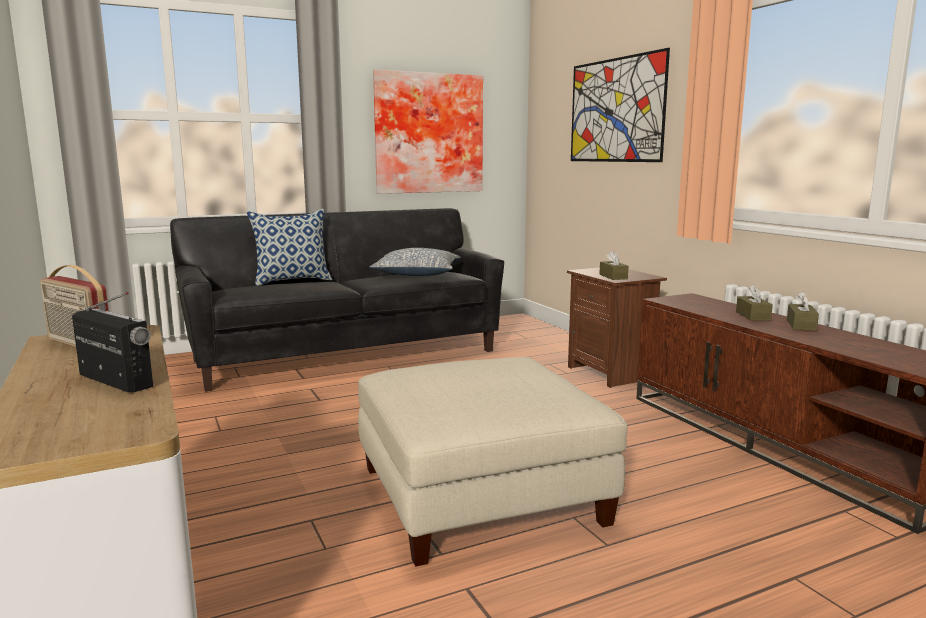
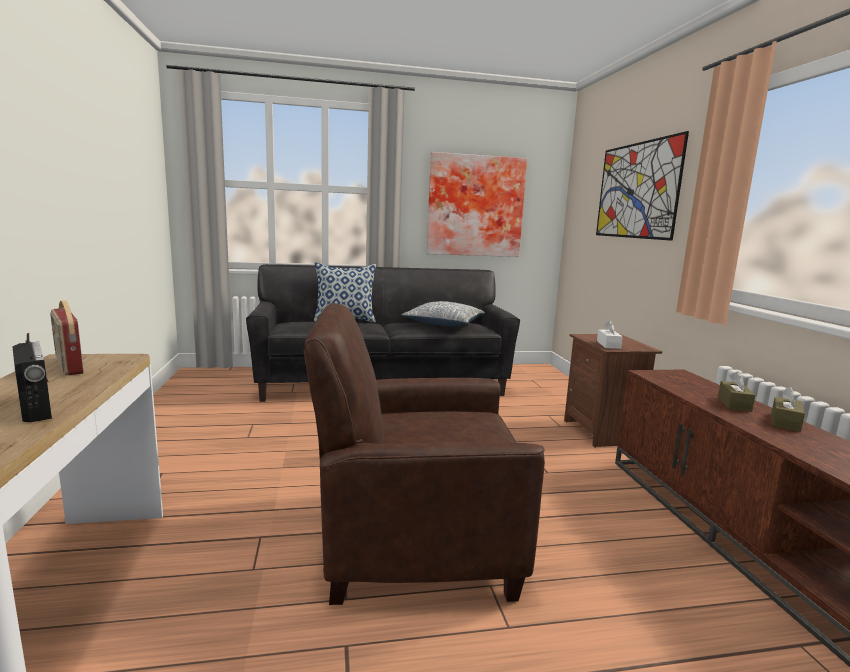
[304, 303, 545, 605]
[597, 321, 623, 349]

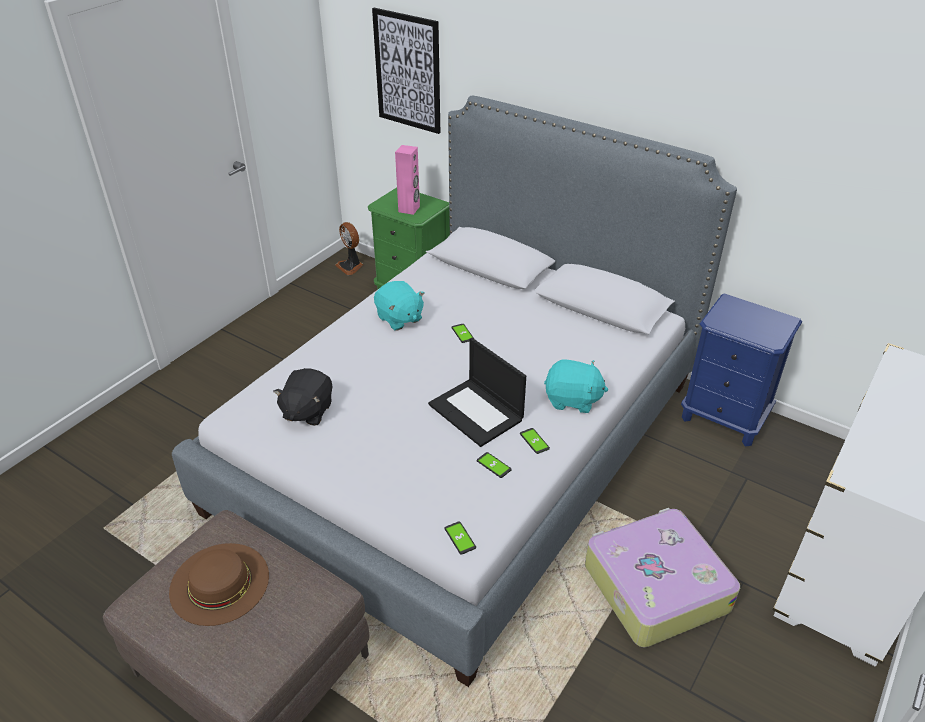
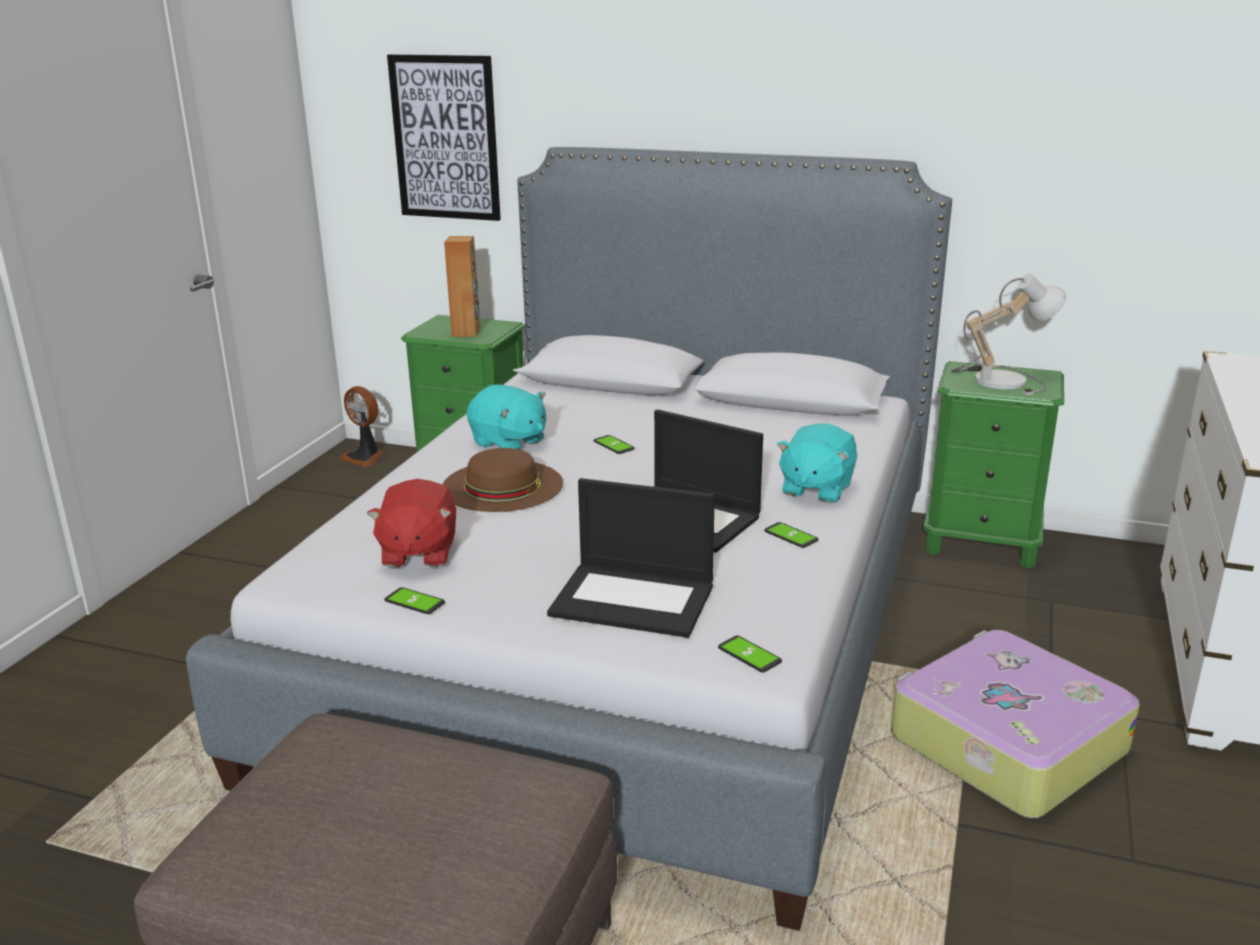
[367, 479, 456, 567]
[384, 587, 445, 614]
[442, 448, 563, 512]
[444, 236, 480, 337]
[547, 478, 715, 638]
[776, 423, 857, 503]
[923, 361, 1064, 569]
[951, 274, 1066, 395]

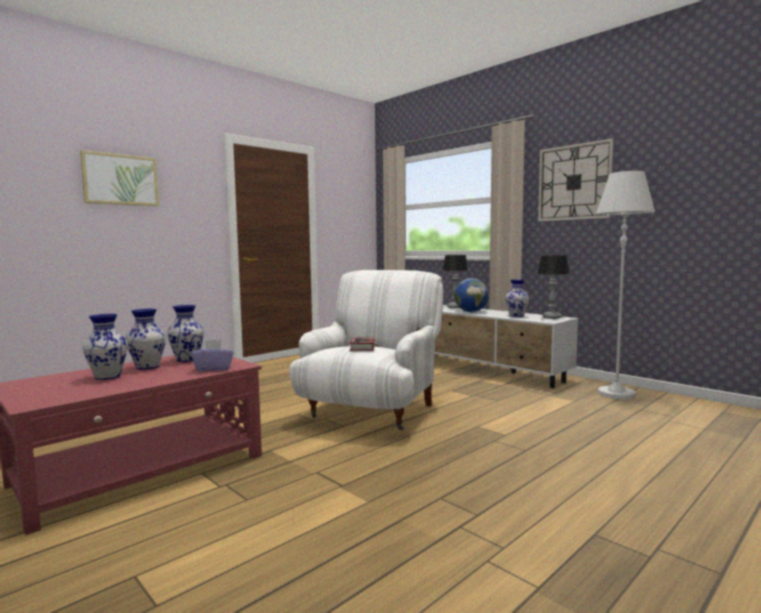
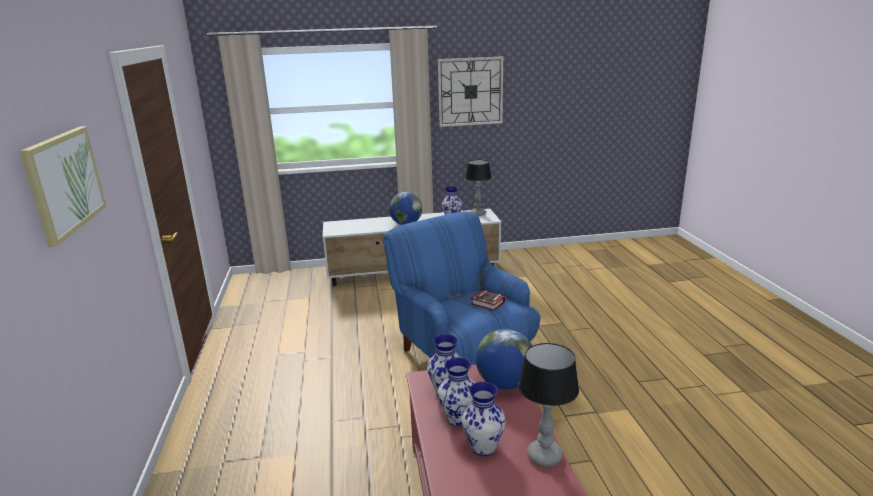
[383, 212, 541, 365]
[476, 329, 532, 390]
[518, 343, 579, 467]
[596, 171, 655, 399] (first image)

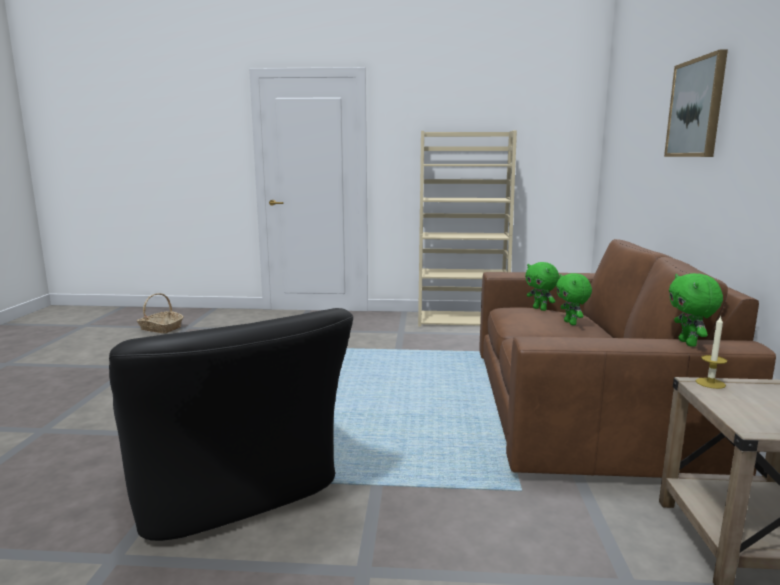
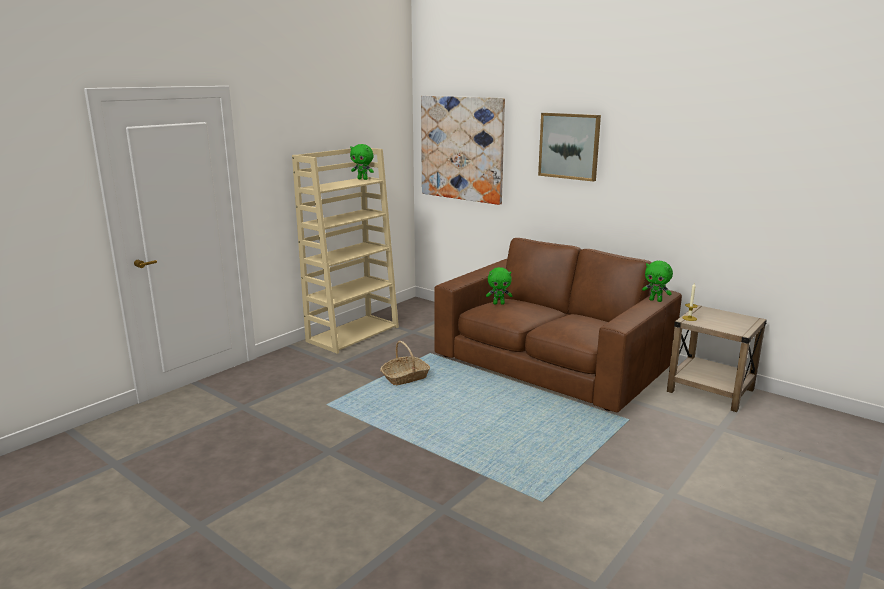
[350, 144, 374, 180]
[380, 341, 430, 385]
[421, 96, 505, 205]
[109, 308, 353, 541] (first image)

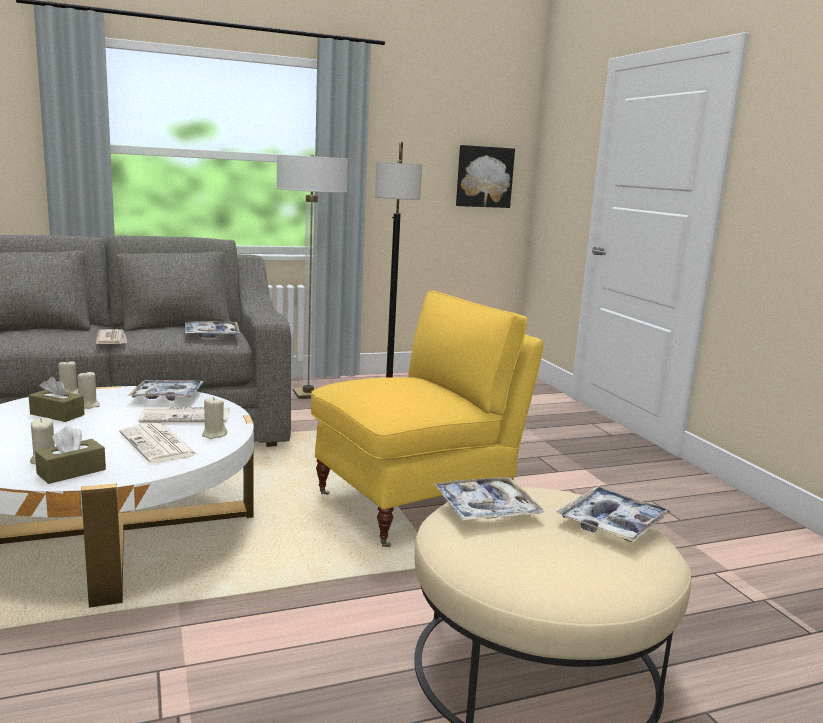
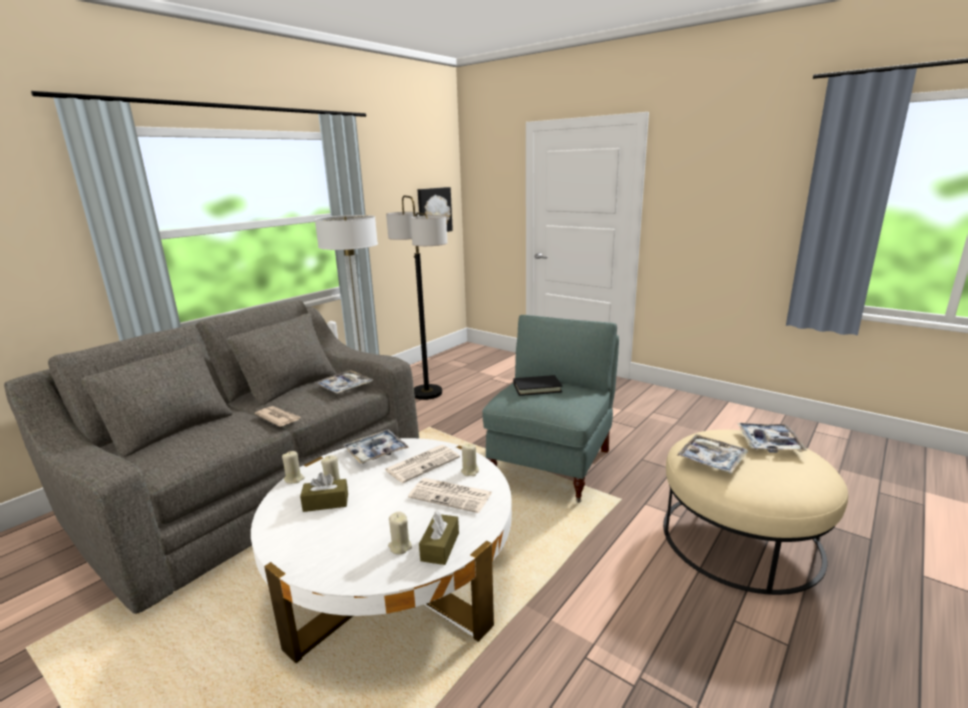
[482, 315, 619, 503]
[513, 375, 562, 396]

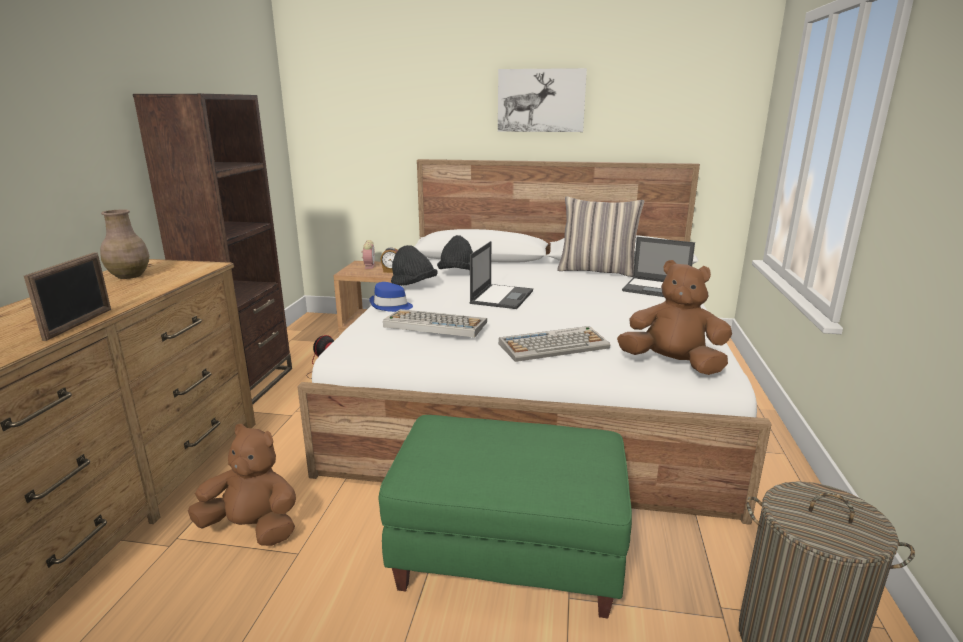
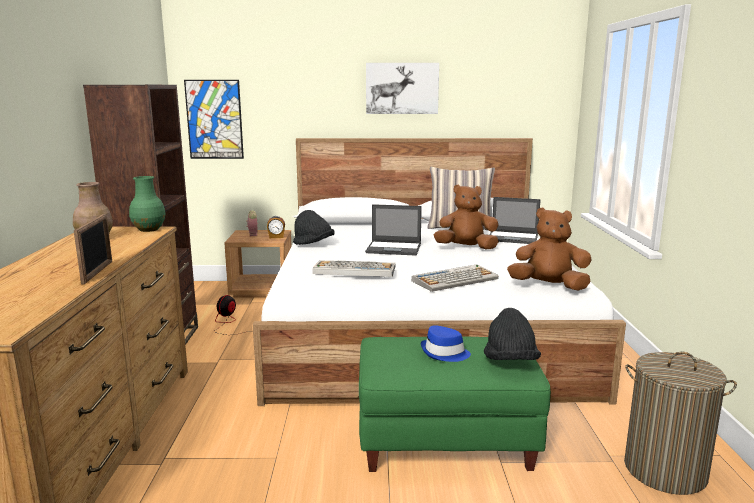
[129, 176, 166, 232]
[184, 80, 244, 159]
[365, 204, 422, 256]
[421, 325, 471, 362]
[434, 184, 499, 250]
[484, 308, 541, 360]

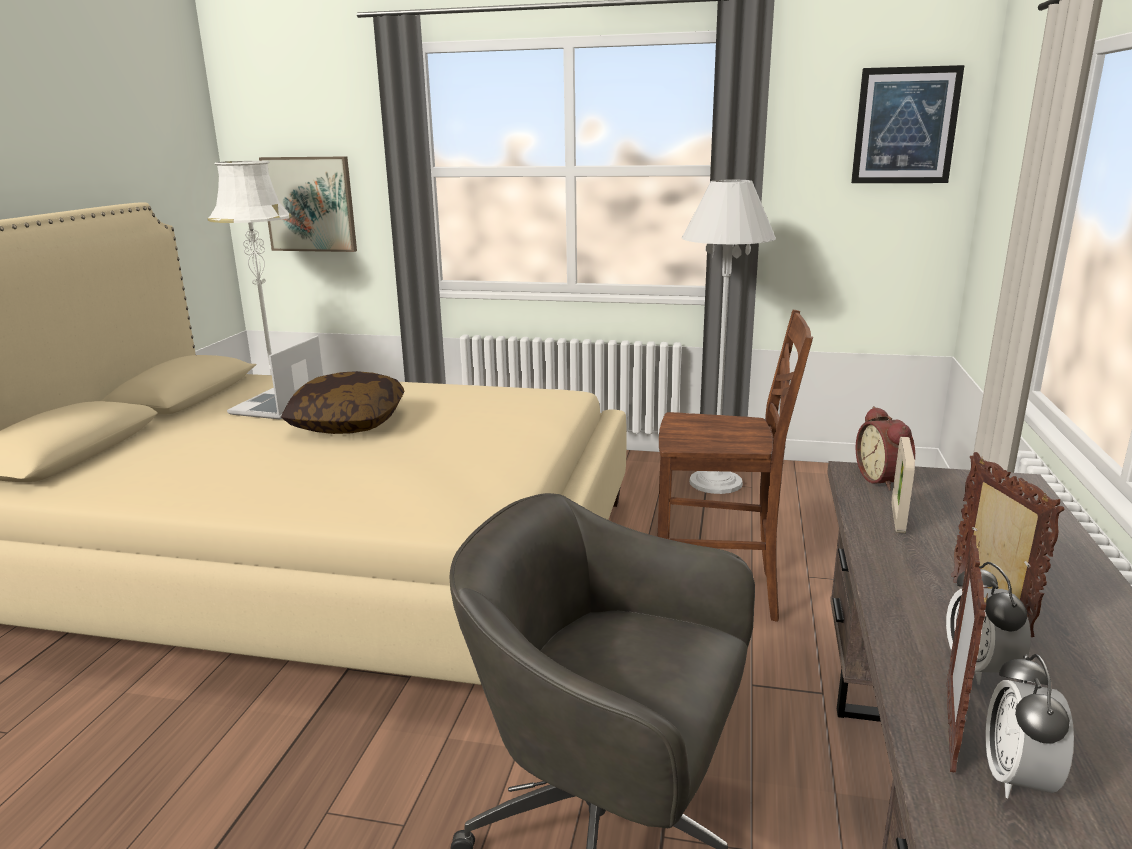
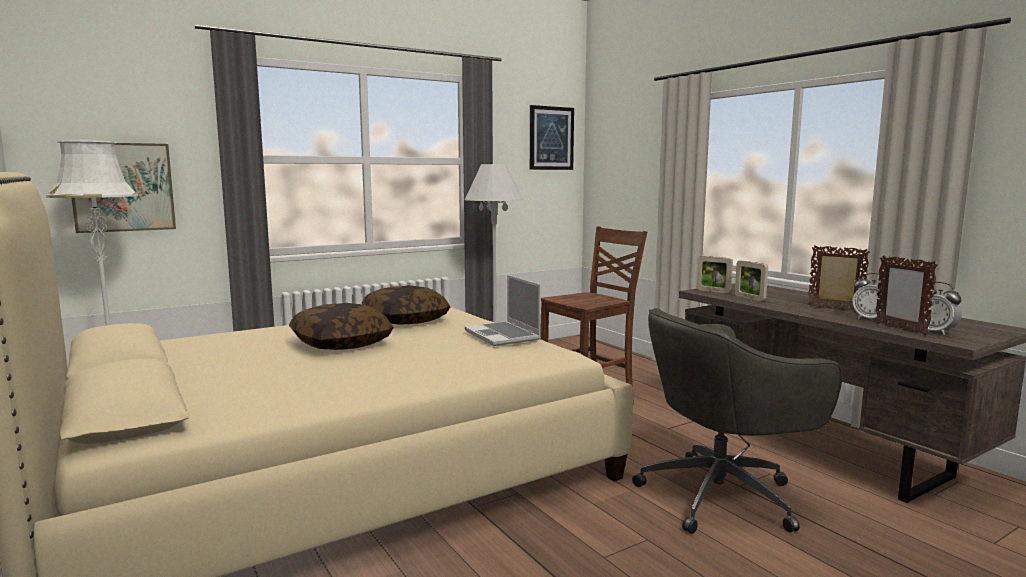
[362, 285, 451, 324]
[465, 275, 541, 346]
[696, 256, 733, 293]

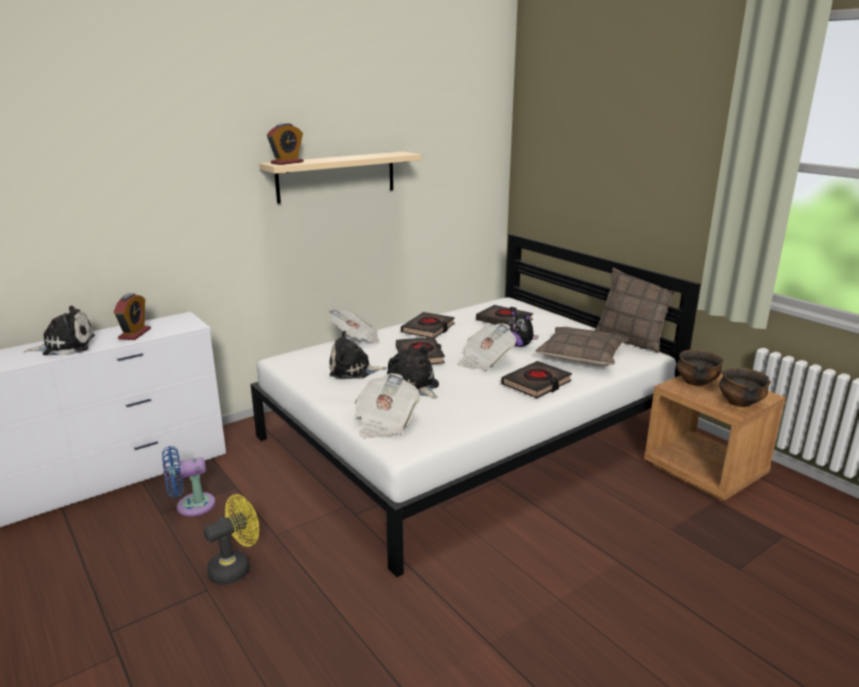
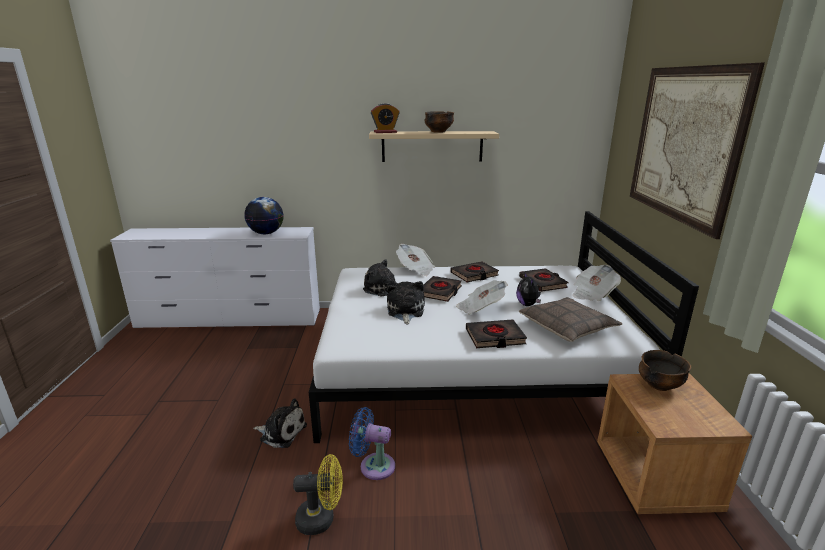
[244, 197, 284, 234]
[253, 398, 307, 448]
[293, 454, 343, 535]
[349, 407, 395, 480]
[424, 111, 454, 133]
[573, 265, 621, 301]
[630, 63, 765, 239]
[595, 268, 675, 353] (first image)

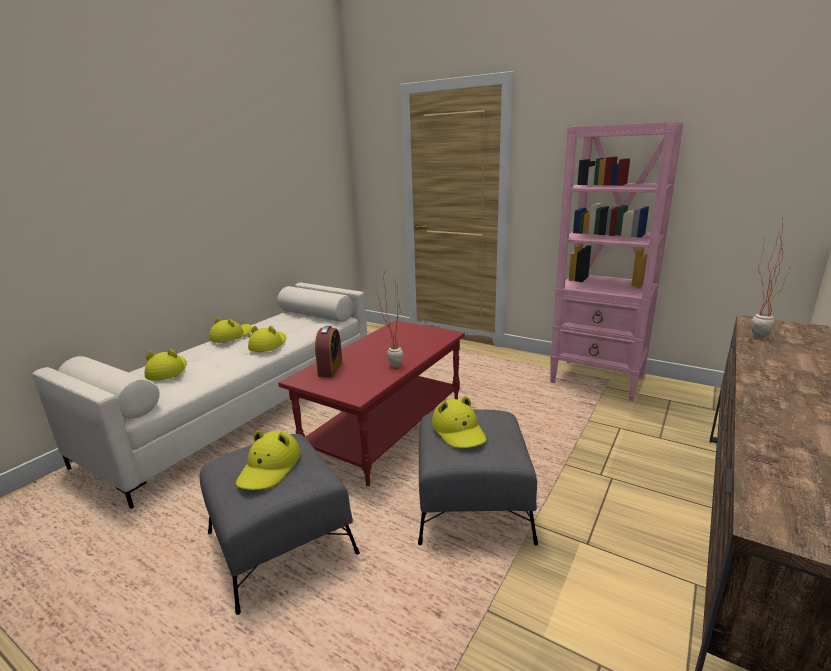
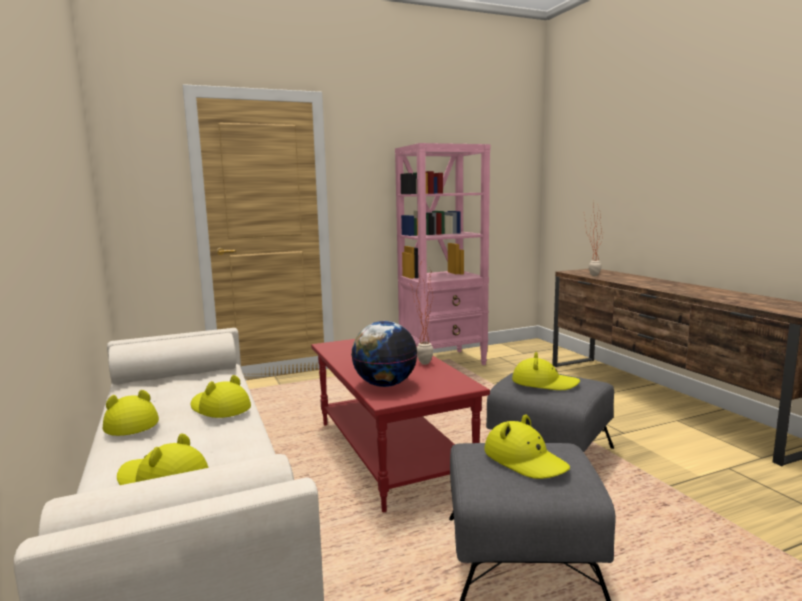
[351, 321, 417, 387]

